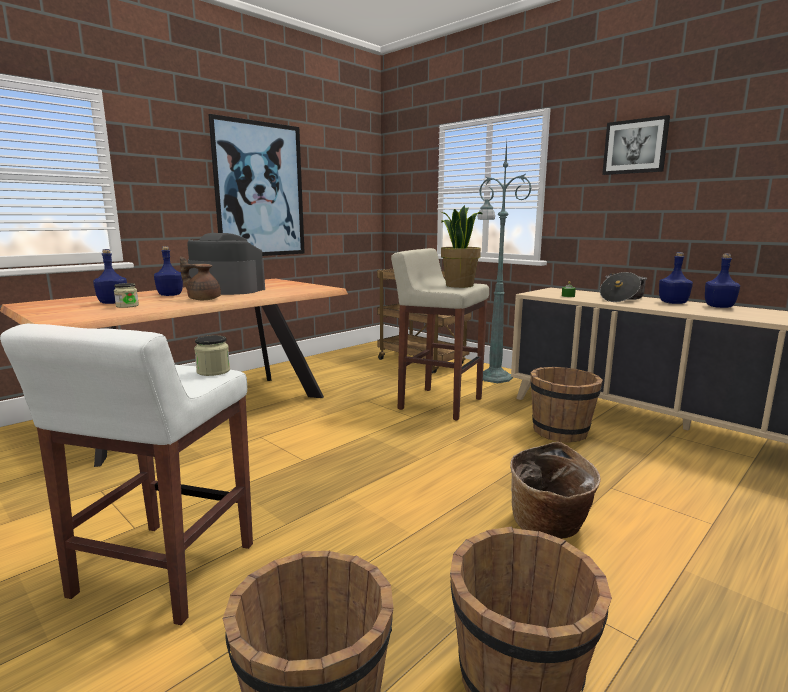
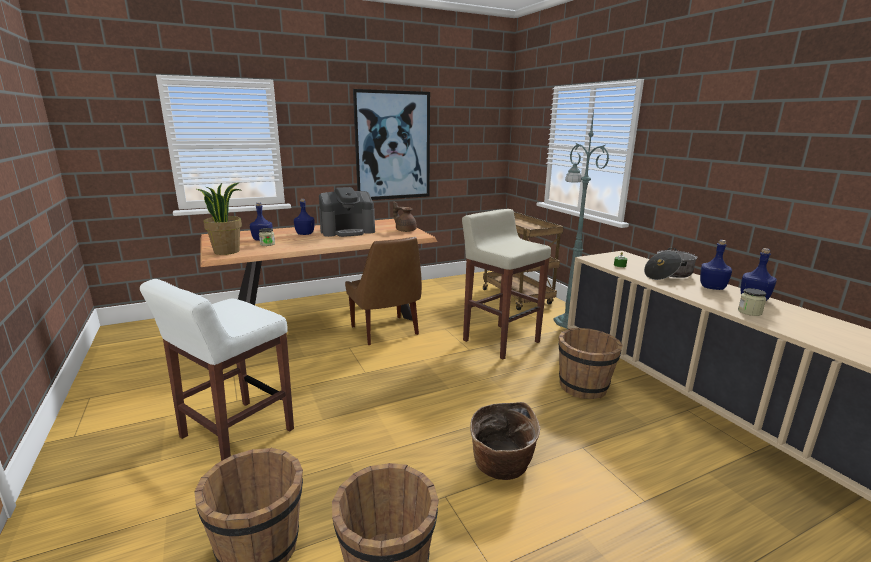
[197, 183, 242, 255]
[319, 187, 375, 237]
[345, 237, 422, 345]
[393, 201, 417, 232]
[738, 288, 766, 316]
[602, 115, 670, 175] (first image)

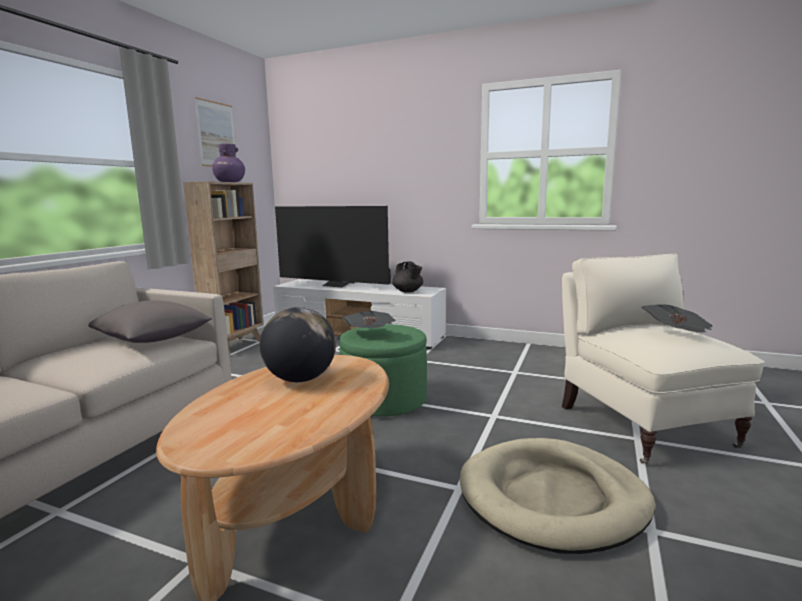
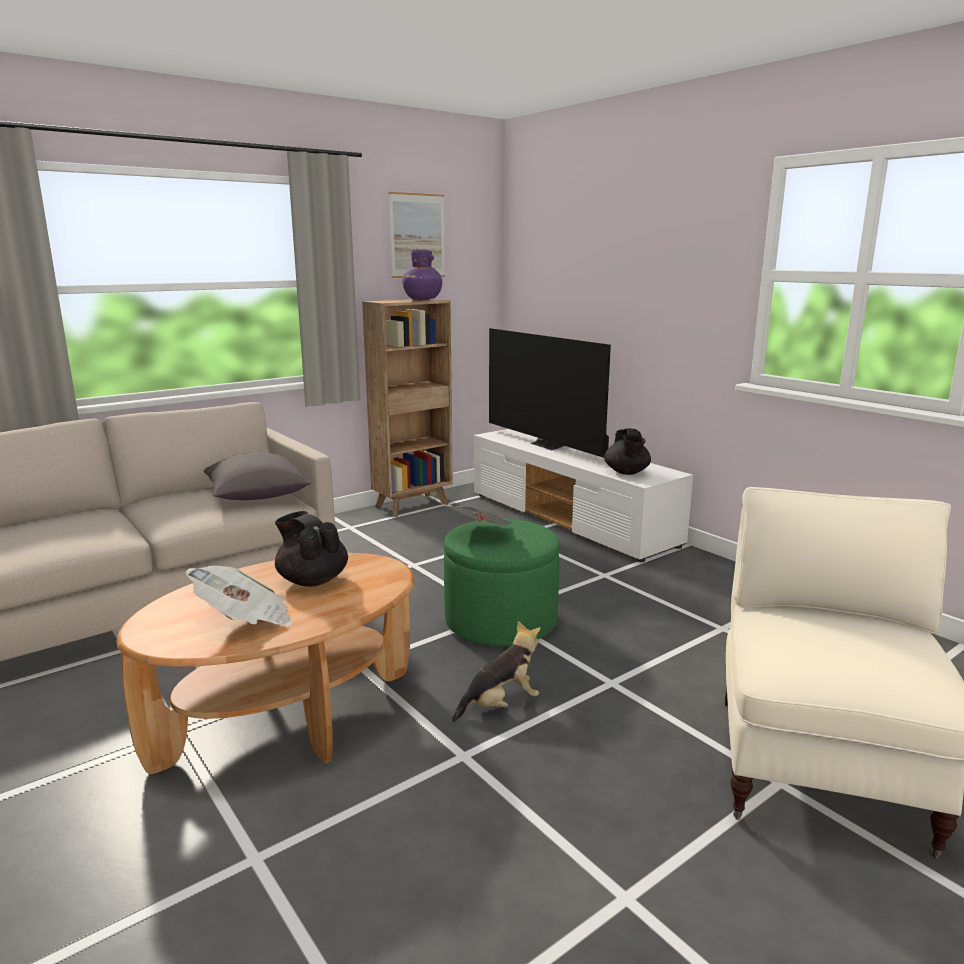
[186, 566, 293, 626]
[275, 511, 348, 587]
[452, 621, 541, 722]
[460, 438, 655, 554] (first image)

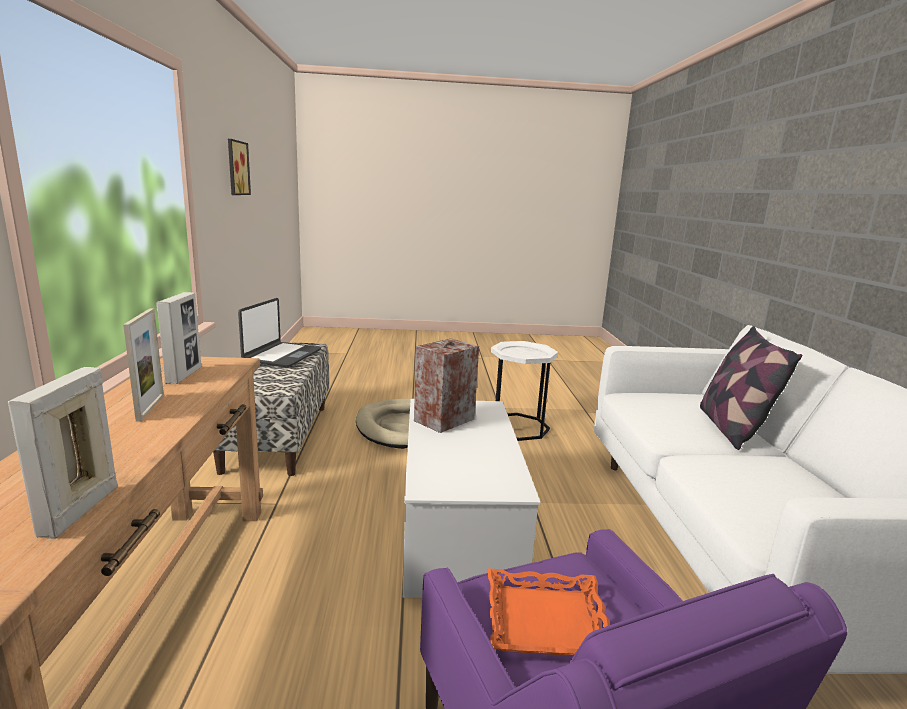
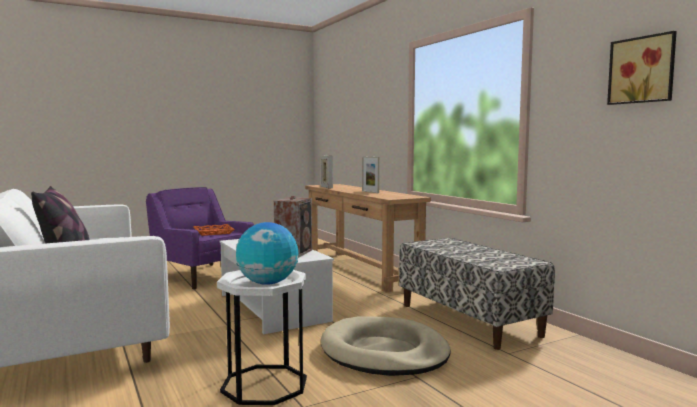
[236, 222, 298, 285]
[156, 292, 201, 384] (first image)
[238, 298, 321, 367] (first image)

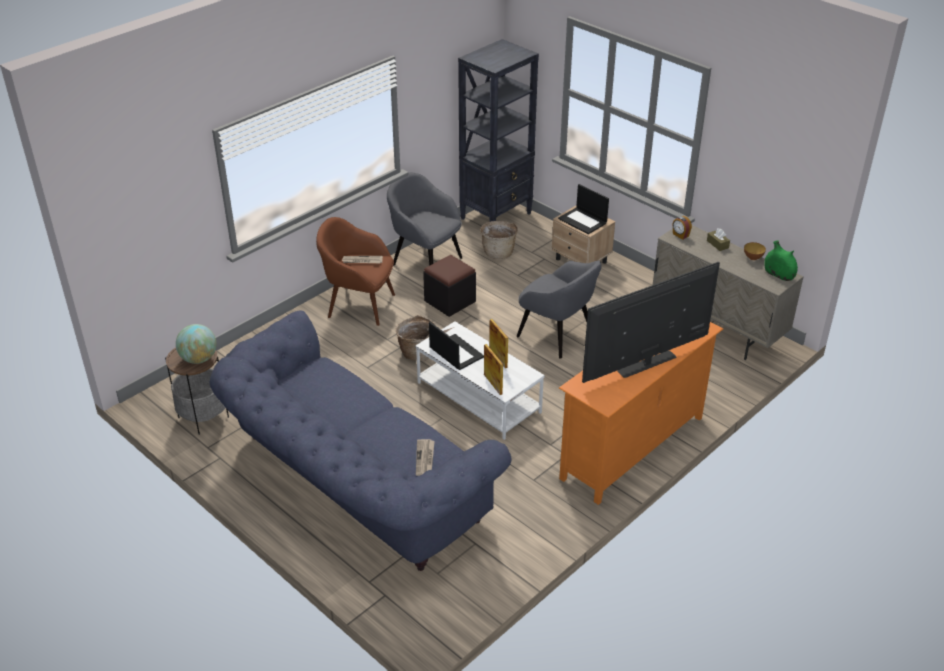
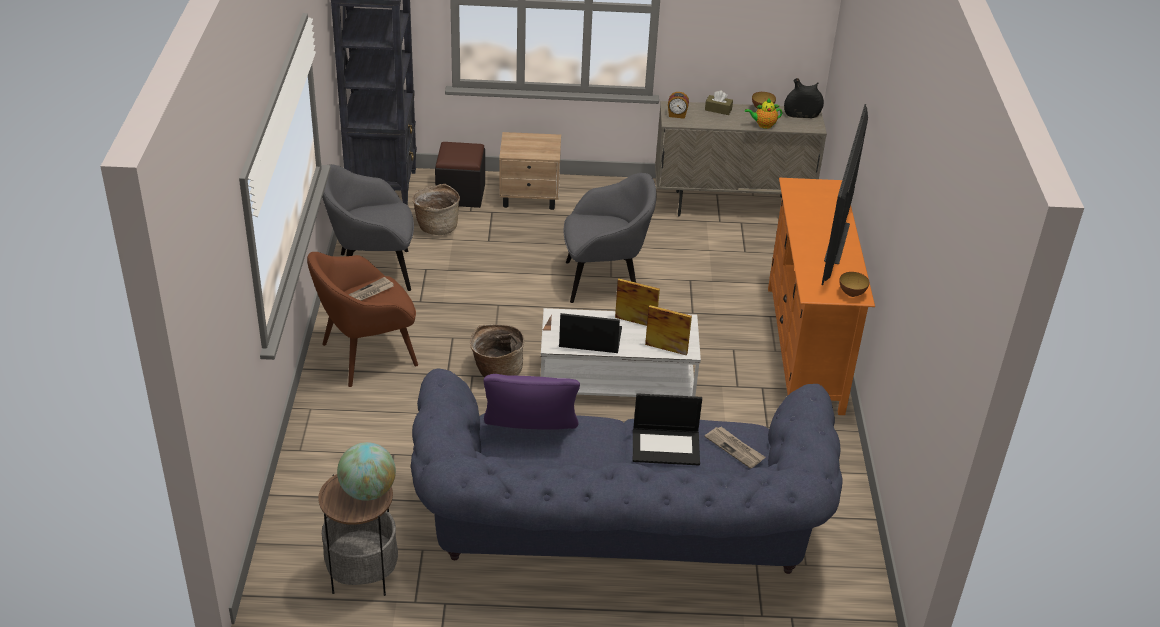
[435, 142, 485, 208]
[484, 374, 580, 430]
[633, 393, 702, 465]
[745, 98, 782, 129]
[784, 78, 824, 118]
[839, 272, 870, 297]

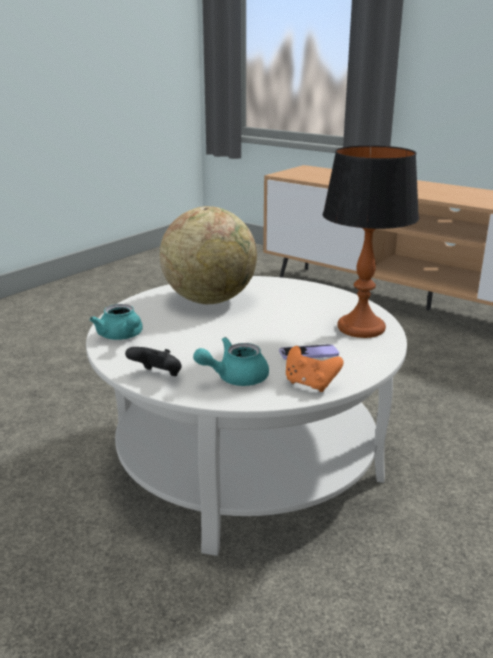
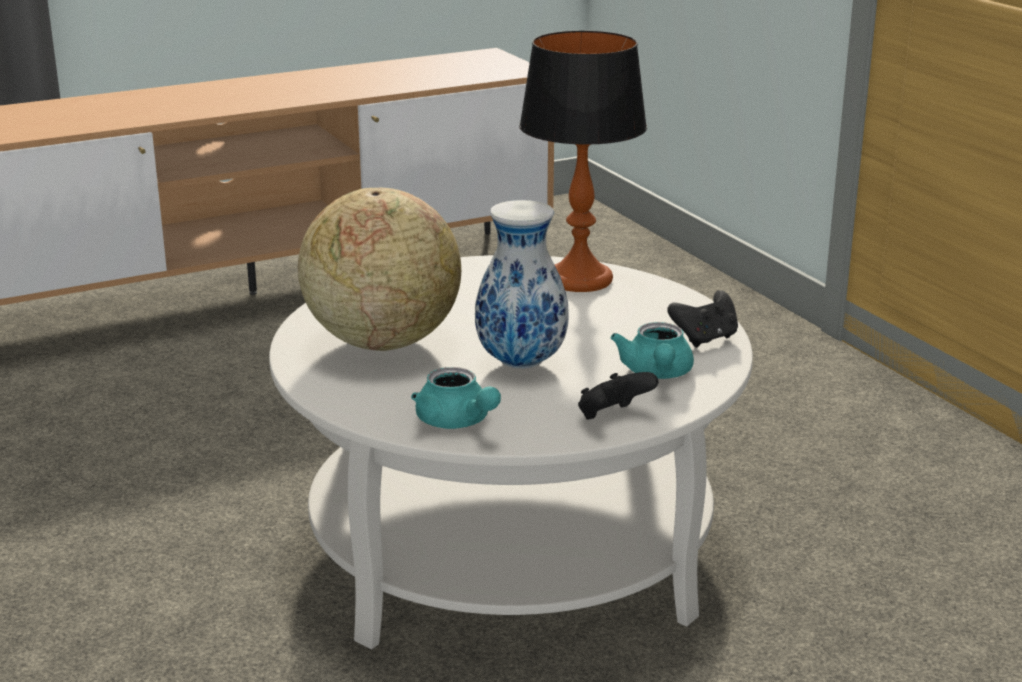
[411, 367, 501, 429]
[475, 200, 569, 369]
[667, 290, 738, 347]
[279, 344, 339, 360] (first image)

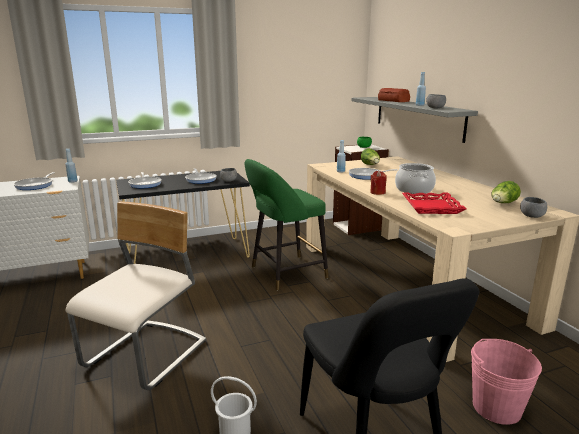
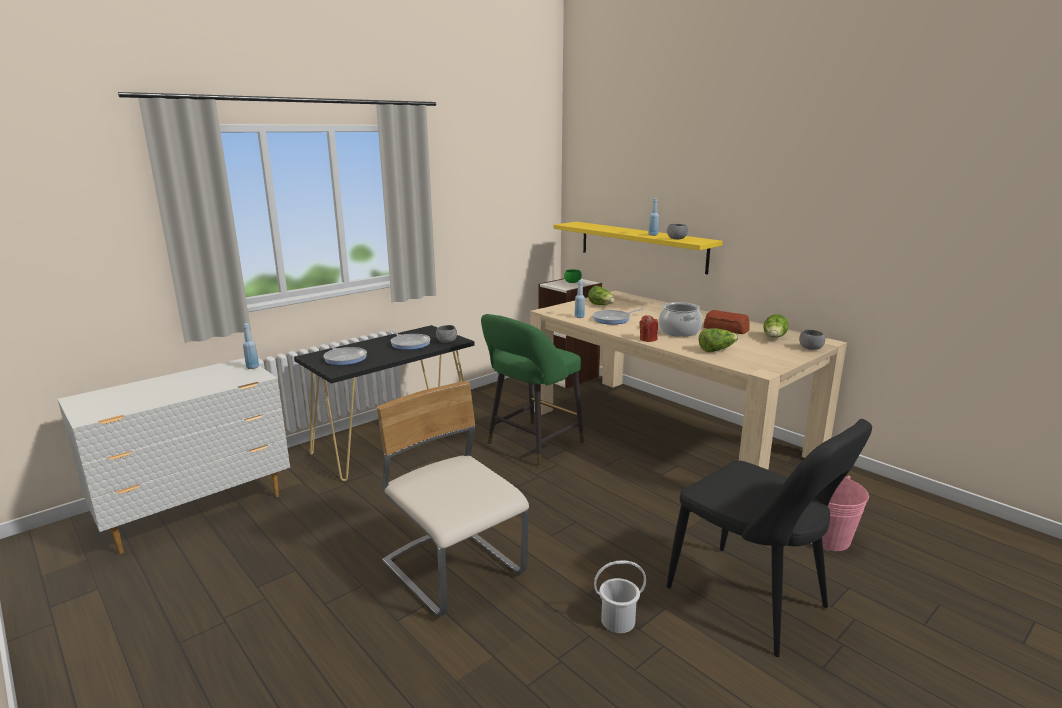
[377, 381, 529, 617]
[554, 222, 723, 274]
[699, 328, 738, 352]
[703, 310, 750, 334]
[13, 172, 55, 190] (first image)

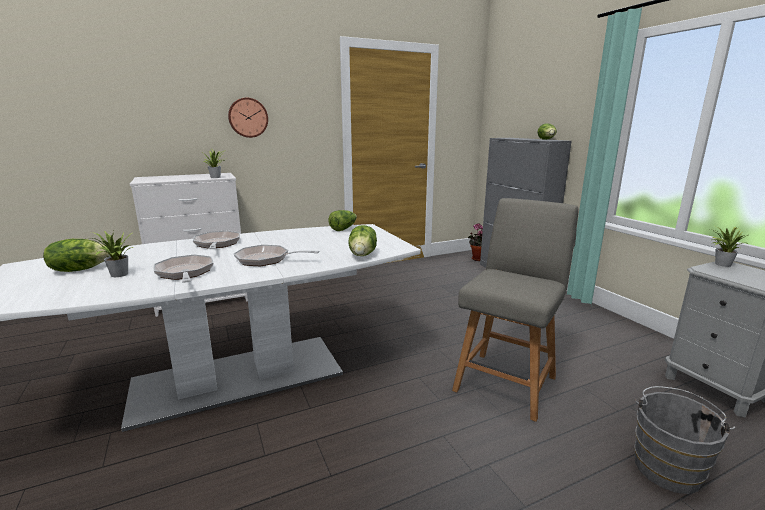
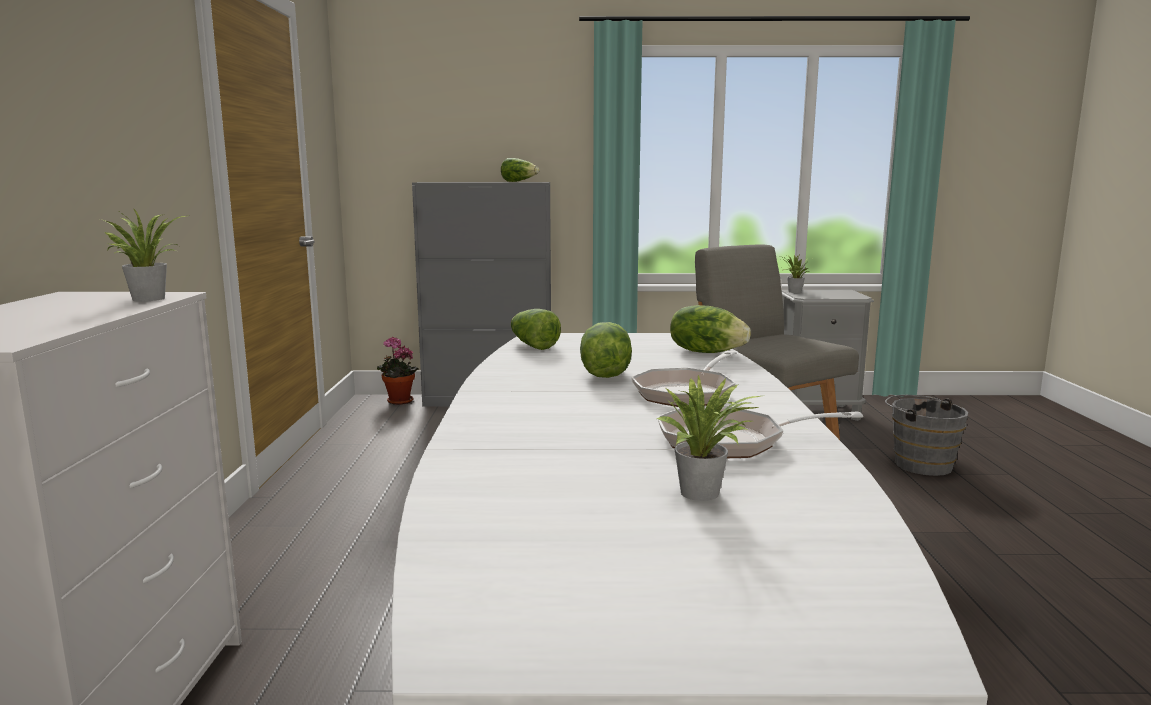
[580, 322, 632, 378]
[193, 231, 240, 249] (first image)
[228, 98, 268, 138] (first image)

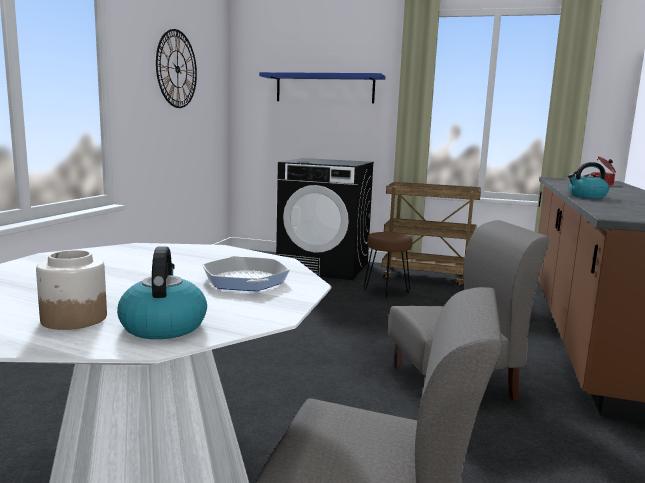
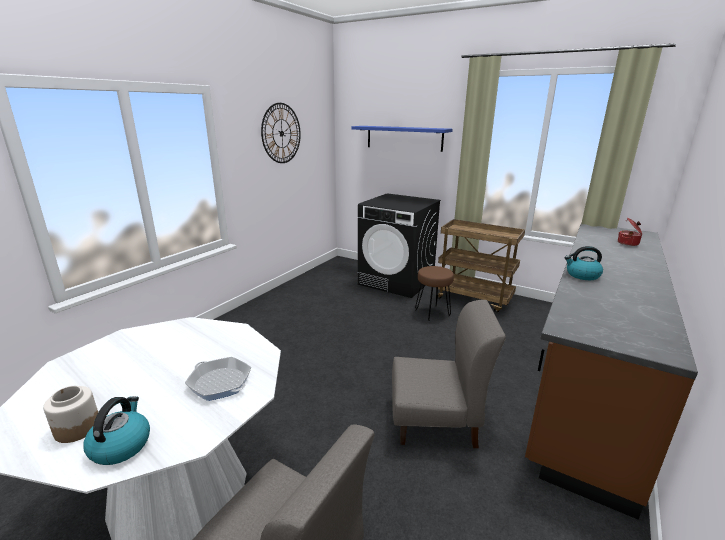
[185, 357, 251, 401]

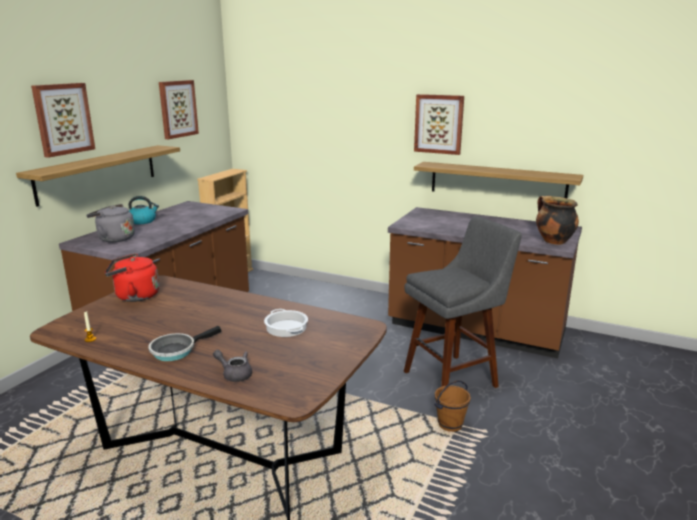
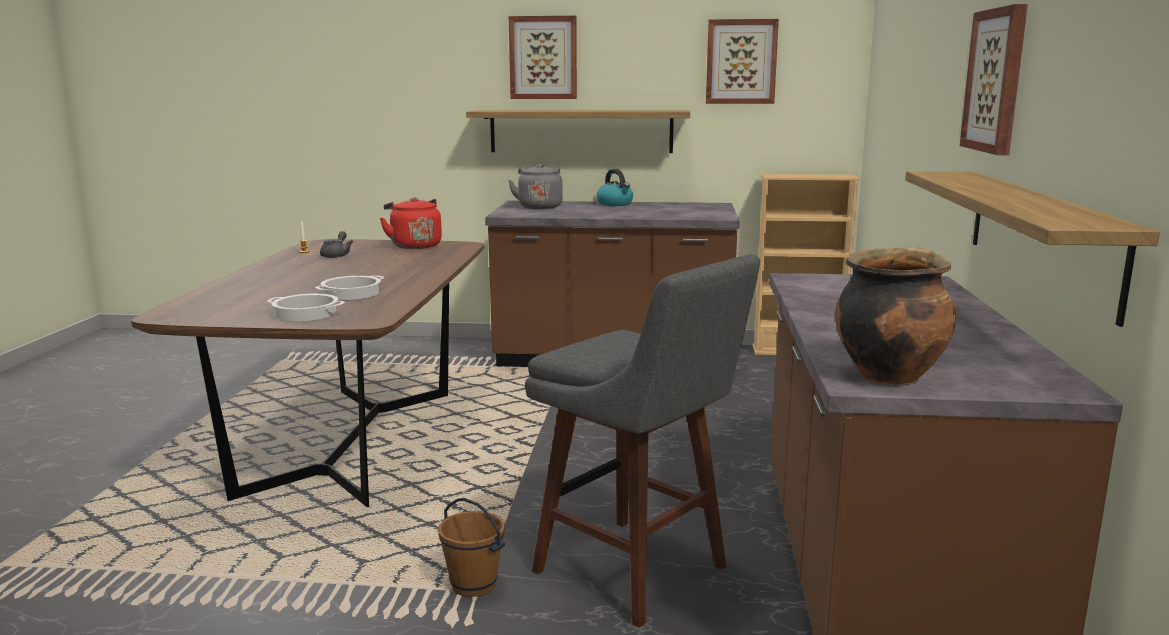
[267, 294, 345, 322]
[320, 231, 353, 258]
[148, 326, 221, 361] (first image)

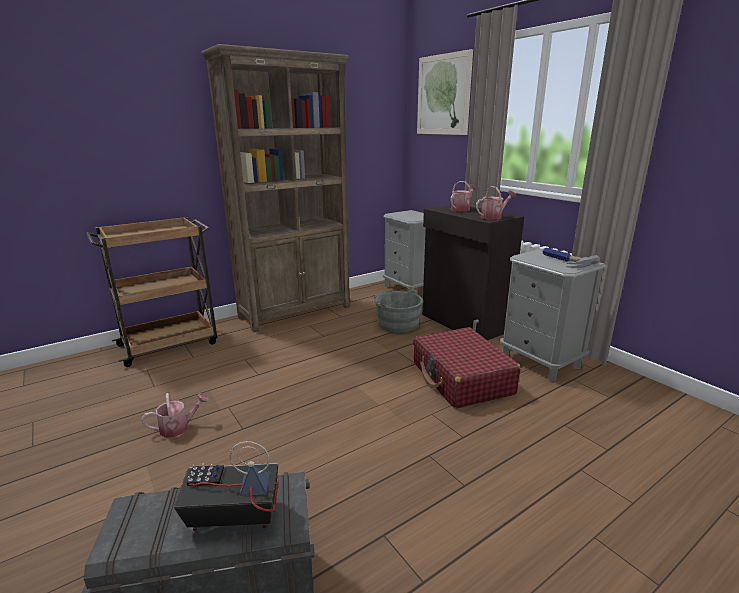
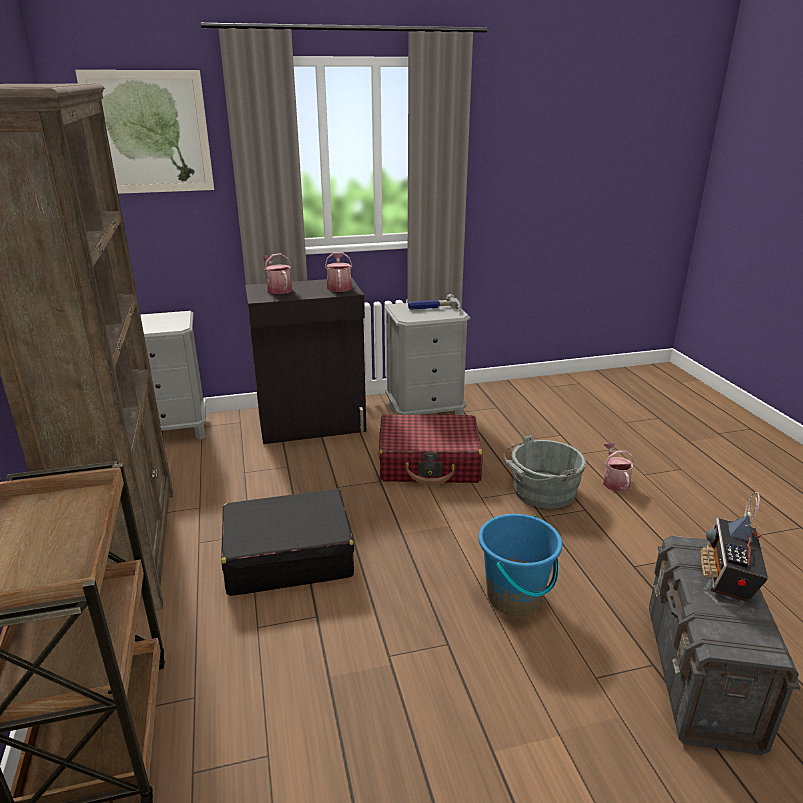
[221, 489, 354, 596]
[479, 514, 562, 616]
[504, 435, 586, 509]
[603, 443, 634, 491]

